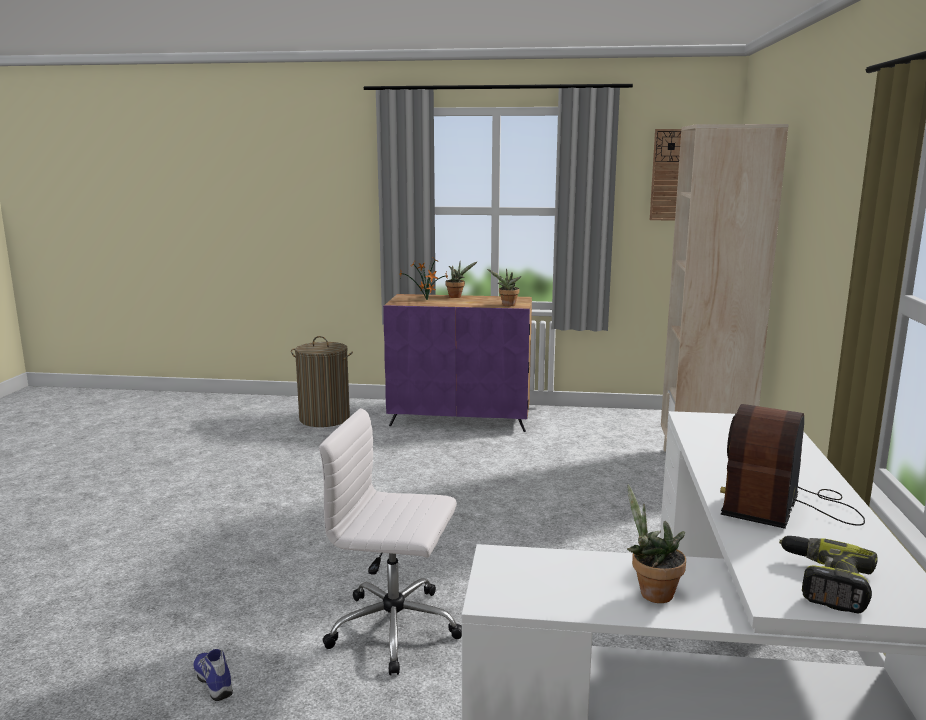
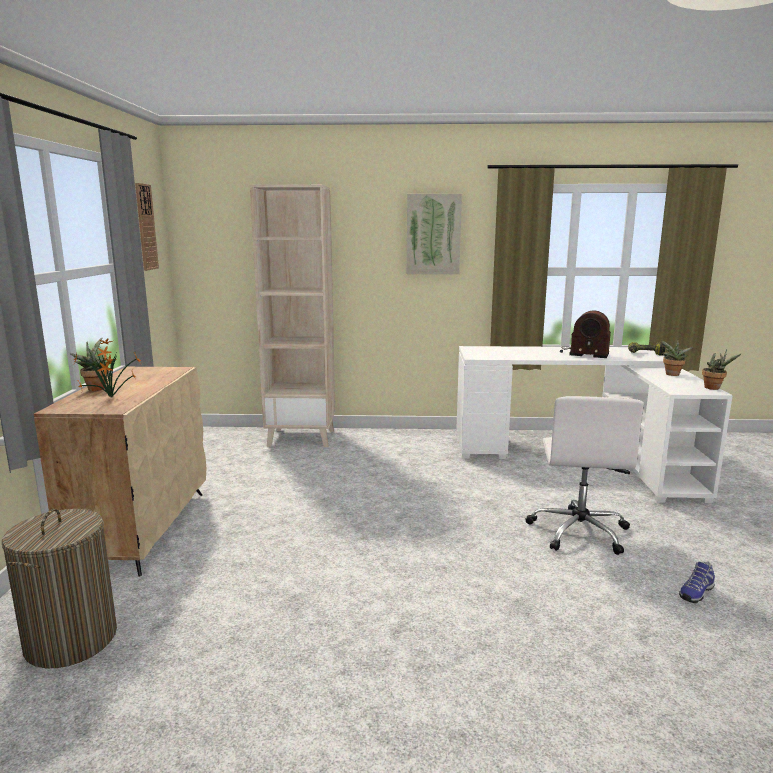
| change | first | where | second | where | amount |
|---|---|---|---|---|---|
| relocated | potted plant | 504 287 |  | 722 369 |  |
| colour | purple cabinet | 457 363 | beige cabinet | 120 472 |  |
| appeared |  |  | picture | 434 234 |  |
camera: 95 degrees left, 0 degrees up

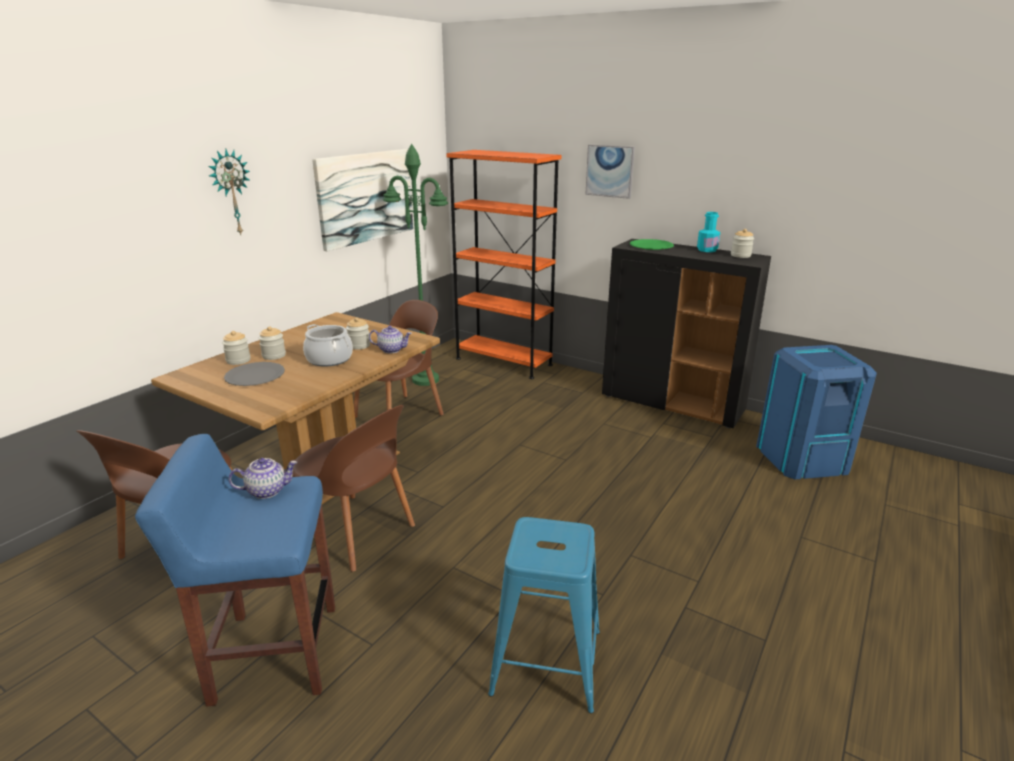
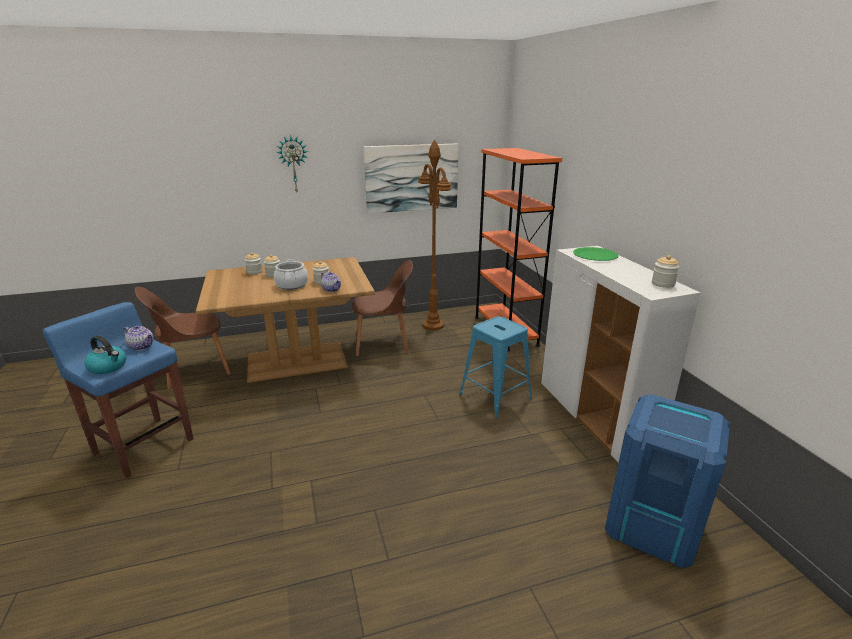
| change | first | where | second | where | amount |
|---|---|---|---|---|---|
| colour | green floor lamp | 415 265 | brown floor lamp | 435 235 |  |
| missing | picture | 610 172 |  |  |  |
| missing | turquoise bottle | 708 232 |  |  |  |
| colour | black cabinet | 686 334 | white cabinet | 621 354 |  |
| missing | grey plate | 254 374 |  |  |  |
| missing | brown chair | 353 488 |  |  |  |
| relocated | blue stool | 544 615 |  | 495 367 |  |
| appeared |  |  | kettle | 105 355 |  |
camera: 40 degrees right, 0 degrees up

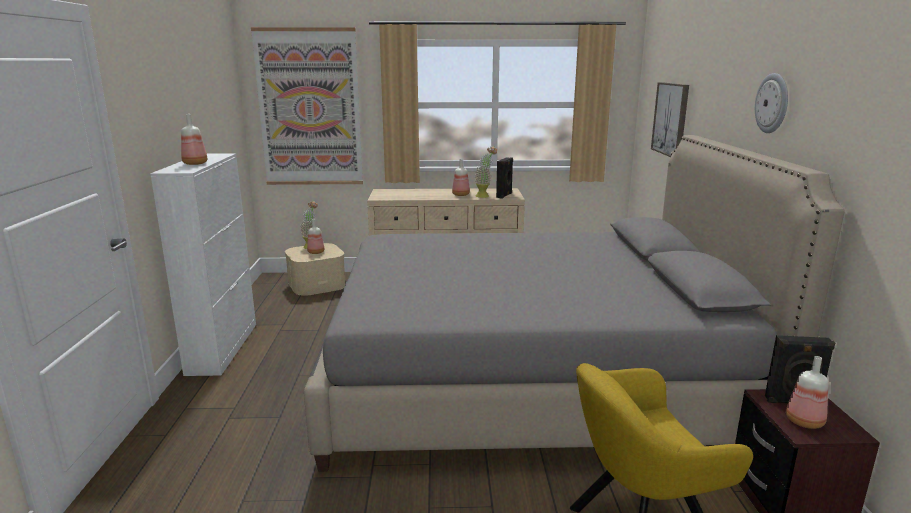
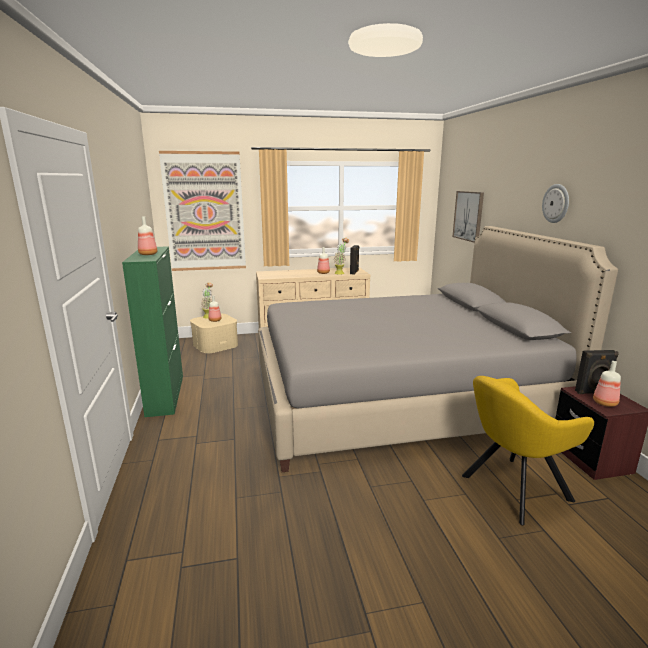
| change | first | where | second | where | amount |
|---|---|---|---|---|---|
| colour | white cabinet | 203 264 | green cabinet | 152 331 |  |
camera: 10 degrees left, 0 degrees up

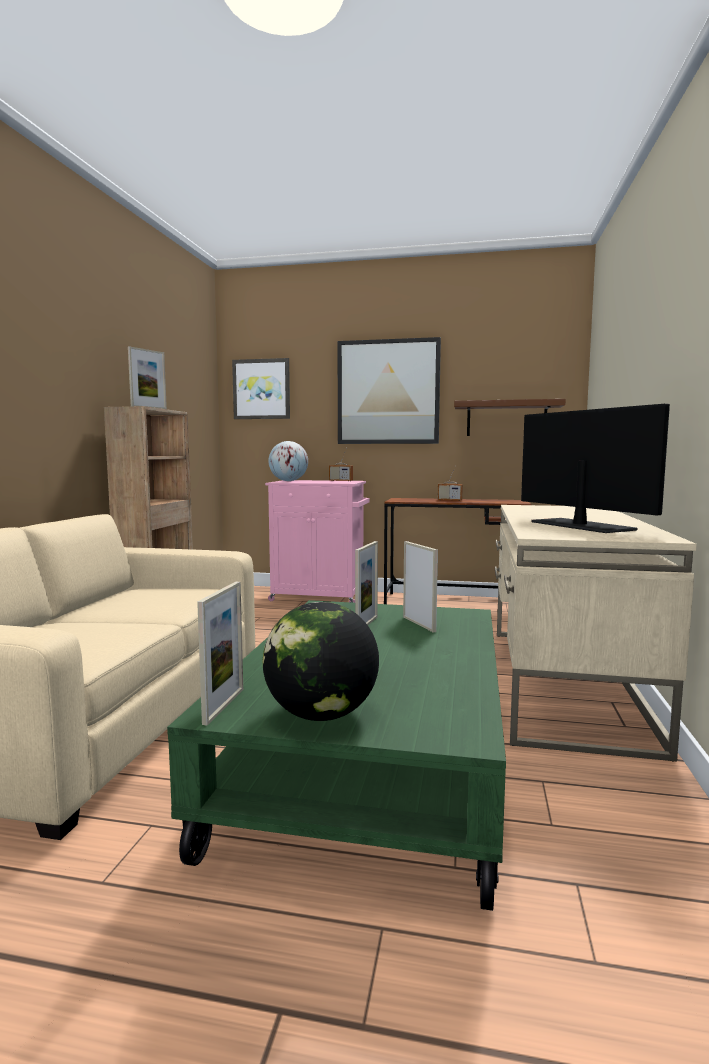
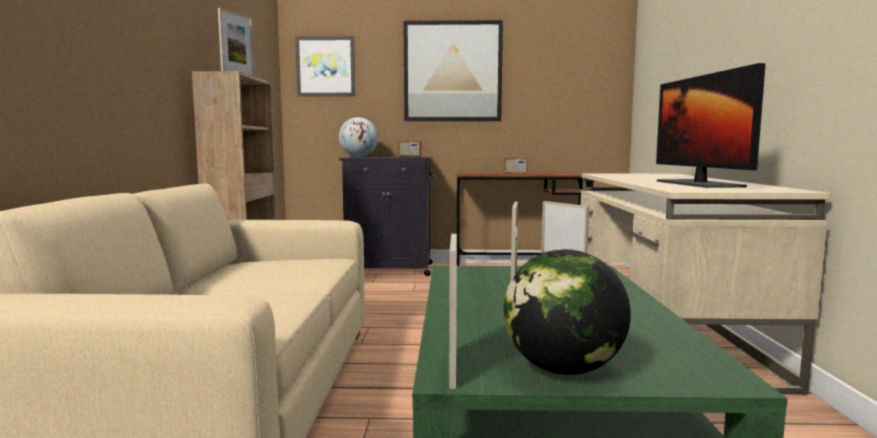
| change | first | where | second | where | amount |
|---|---|---|---|---|---|
| missing | brown shelf | 510 417 |  |  |  |
| spun | monitor | 595 468 |  | 711 125 | 150 degrees counterclockwise |
| colour | pink cabinet | 317 541 | black cabinet | 387 216 |  |
camera: 10 degrees left, 0 degrees up

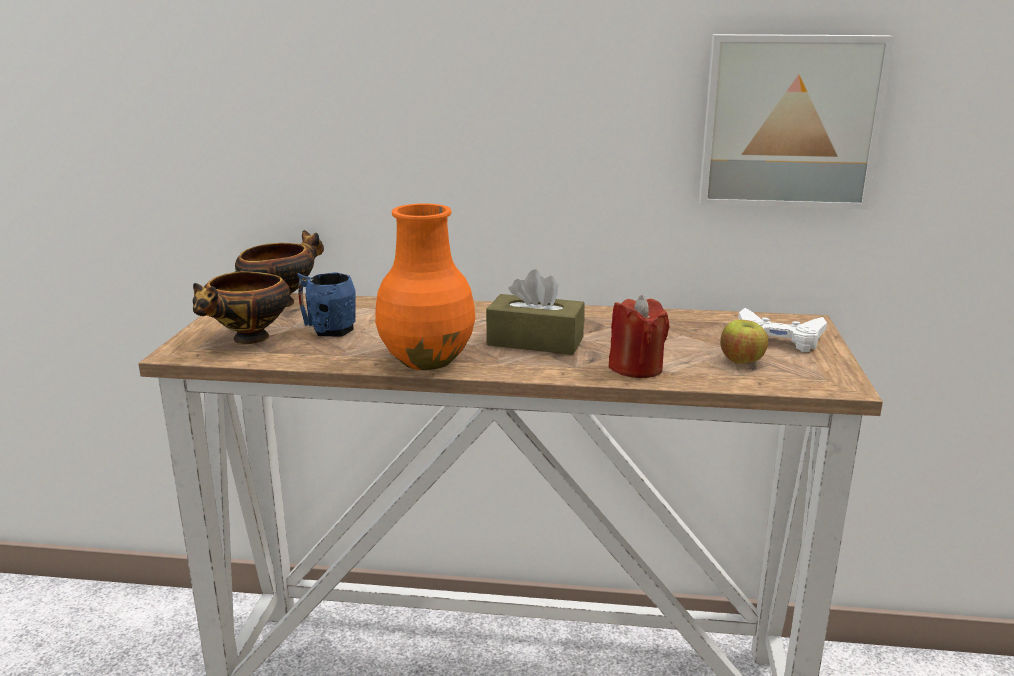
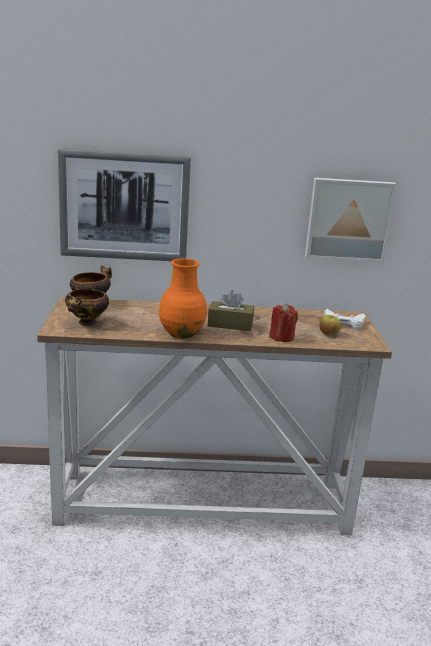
| change | first | where | second | where | amount |
|---|---|---|---|---|---|
| missing | blue mug | 326 304 |  |  |  |
| appeared |  |  | picture | 124 205 |  |
camera: 10 degrees left, 0 degrees up

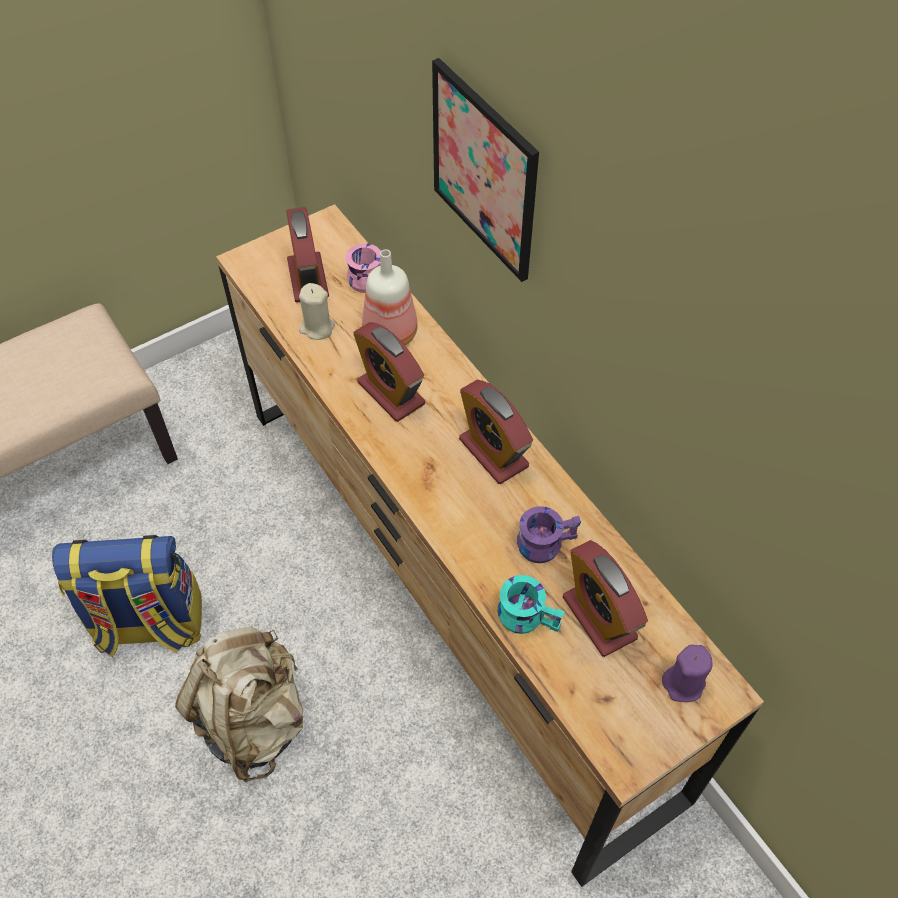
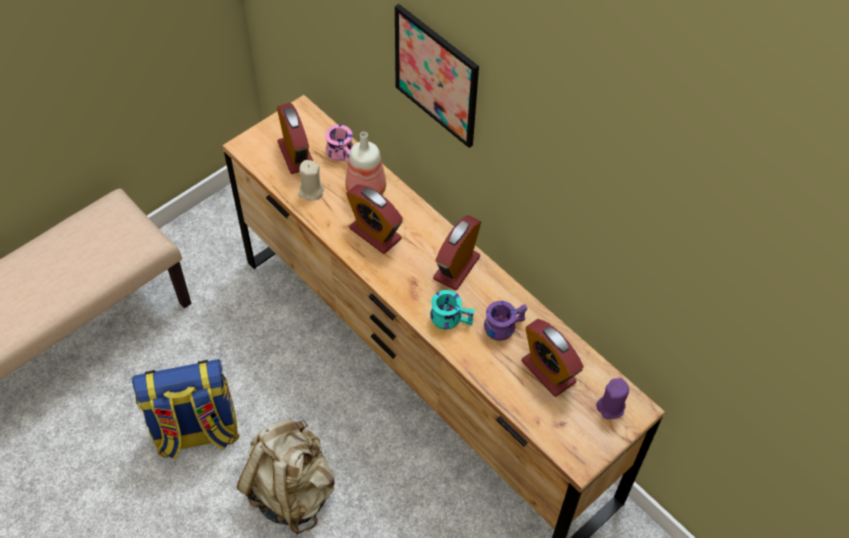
| change | first | where | second | where | amount |
|---|---|---|---|---|---|
| spun | alarm clock | 496 432 |  | 457 252 | 75 degrees clockwise |
| relocated | turquoise mug | 531 604 |  | 452 310 |  |
camera: 10 degrees left, 0 degrees up

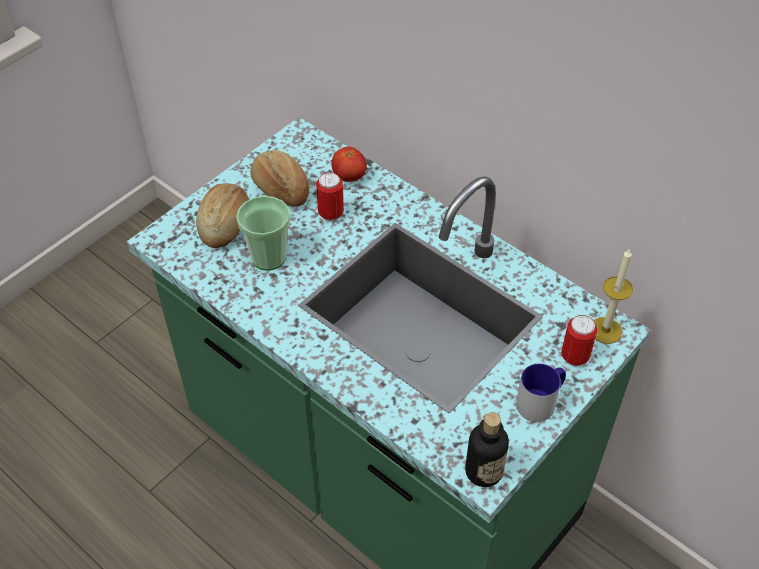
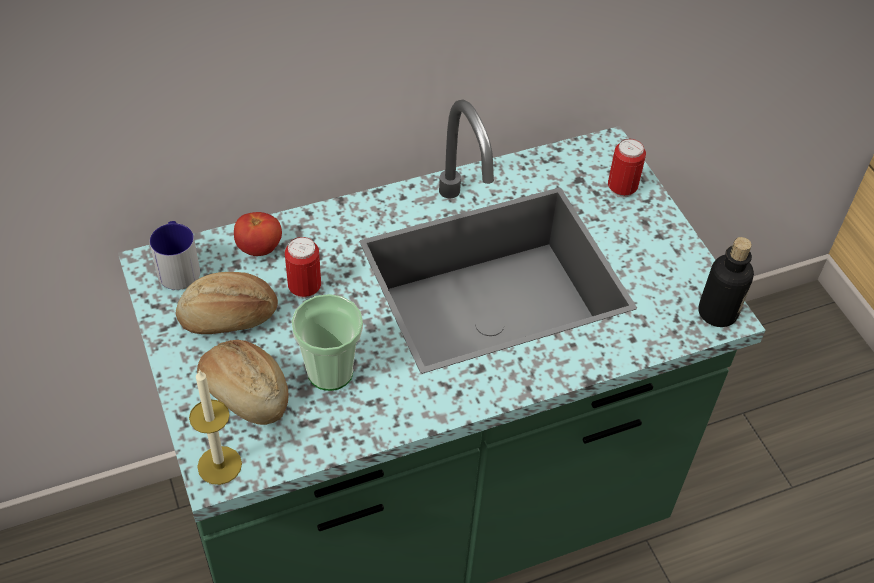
| change | first | where | second | where | amount |
|---|---|---|---|---|---|
| relocated | candle | 613 296 |  | 215 427 |  |
| relocated | mug | 541 393 |  | 175 255 |  |
camera: 65 degrees left, 0 degrees up

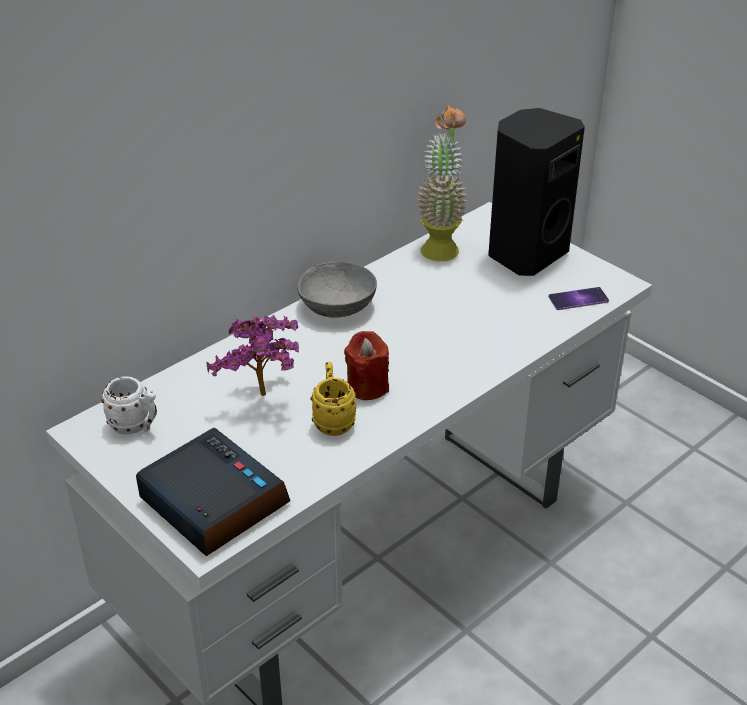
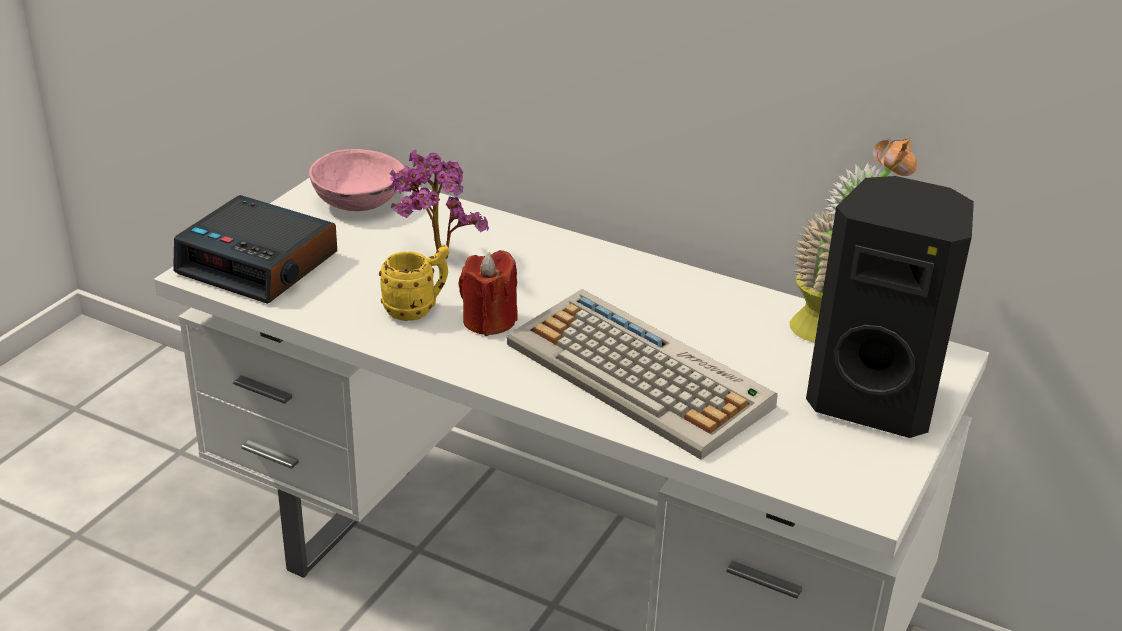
| change | first | where | second | where | amount |
|---|---|---|---|---|---|
| missing | grey bowl | 337 289 |  |  |  |
| missing | phone | 578 298 |  |  |  |
| exchanged | white mug | 129 405 | pink bowl | 356 180 |  |
| spun | alarm clock | 213 492 |  | 255 249 | 90 degrees clockwise |
| appeared |  |  | keyboard | 642 374 |  |
camera: 70 degrees right, 5 degrees down

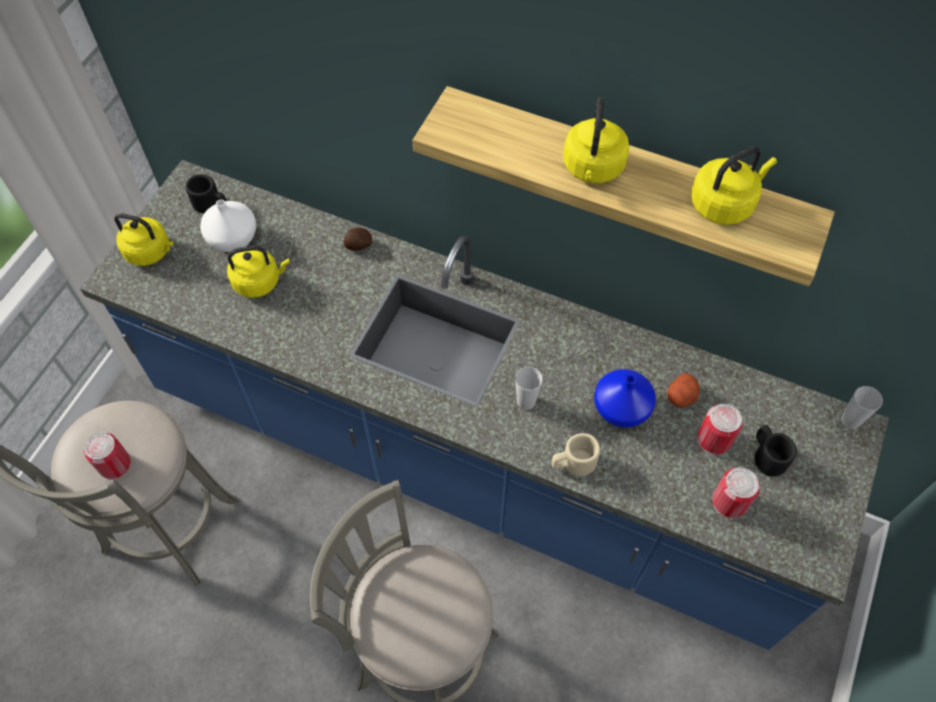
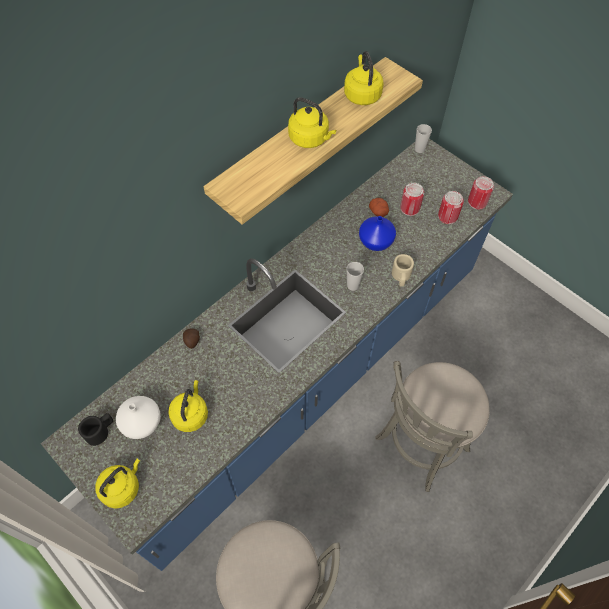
| change | first | where | second | where | amount |
|---|---|---|---|---|---|
| missing | black mug | 775 451 |  |  |  |
| relocated | can | 107 456 |  | 481 192 |  |
camera: 70 degrees left, 0 degrees up

